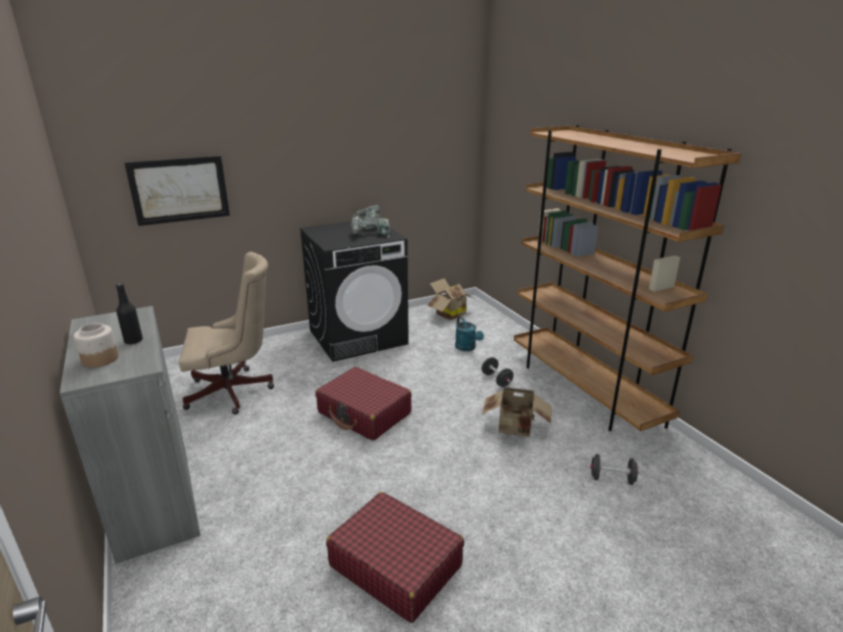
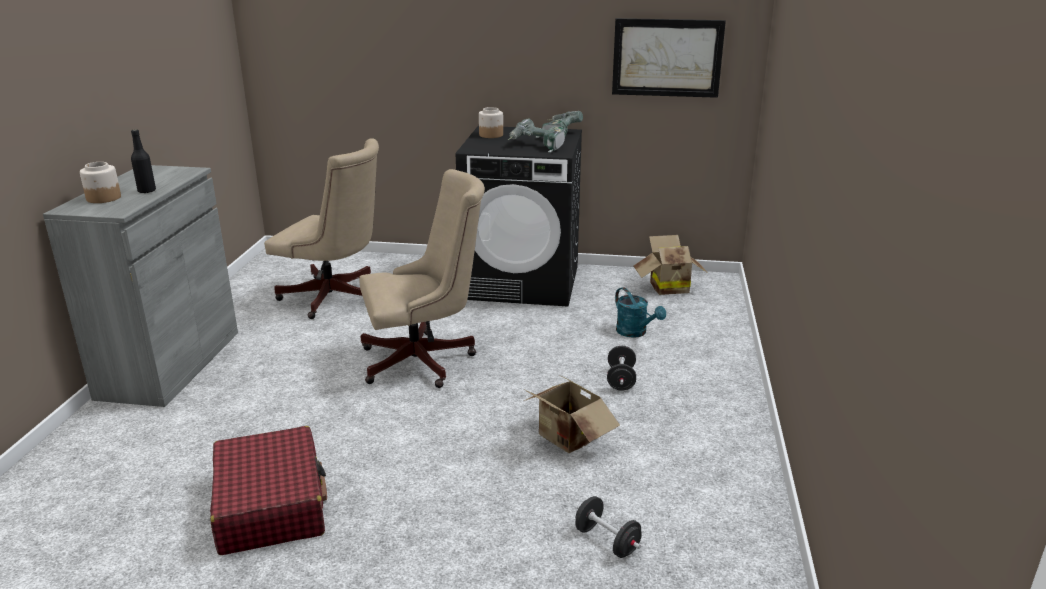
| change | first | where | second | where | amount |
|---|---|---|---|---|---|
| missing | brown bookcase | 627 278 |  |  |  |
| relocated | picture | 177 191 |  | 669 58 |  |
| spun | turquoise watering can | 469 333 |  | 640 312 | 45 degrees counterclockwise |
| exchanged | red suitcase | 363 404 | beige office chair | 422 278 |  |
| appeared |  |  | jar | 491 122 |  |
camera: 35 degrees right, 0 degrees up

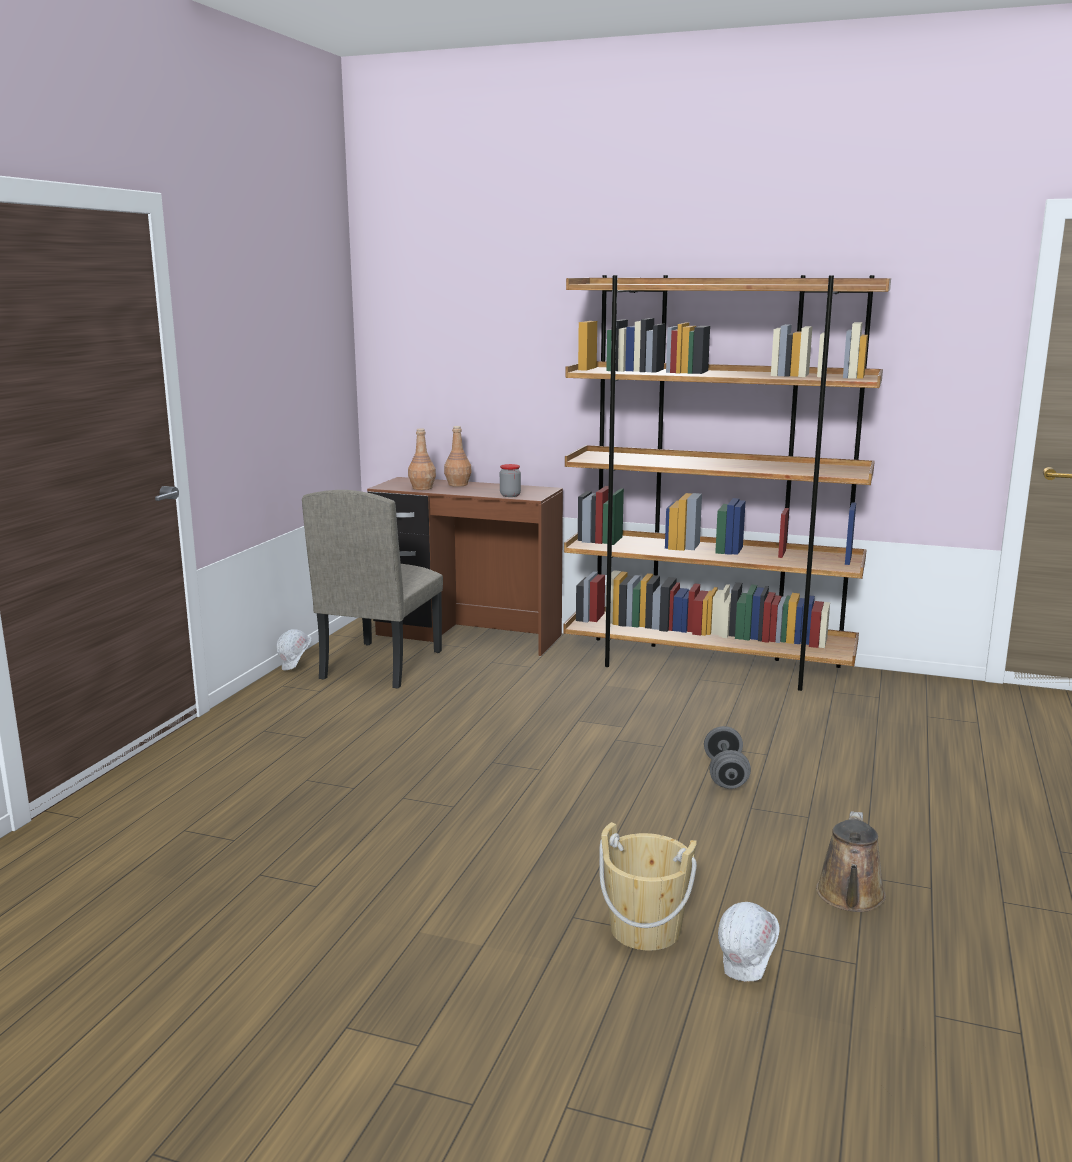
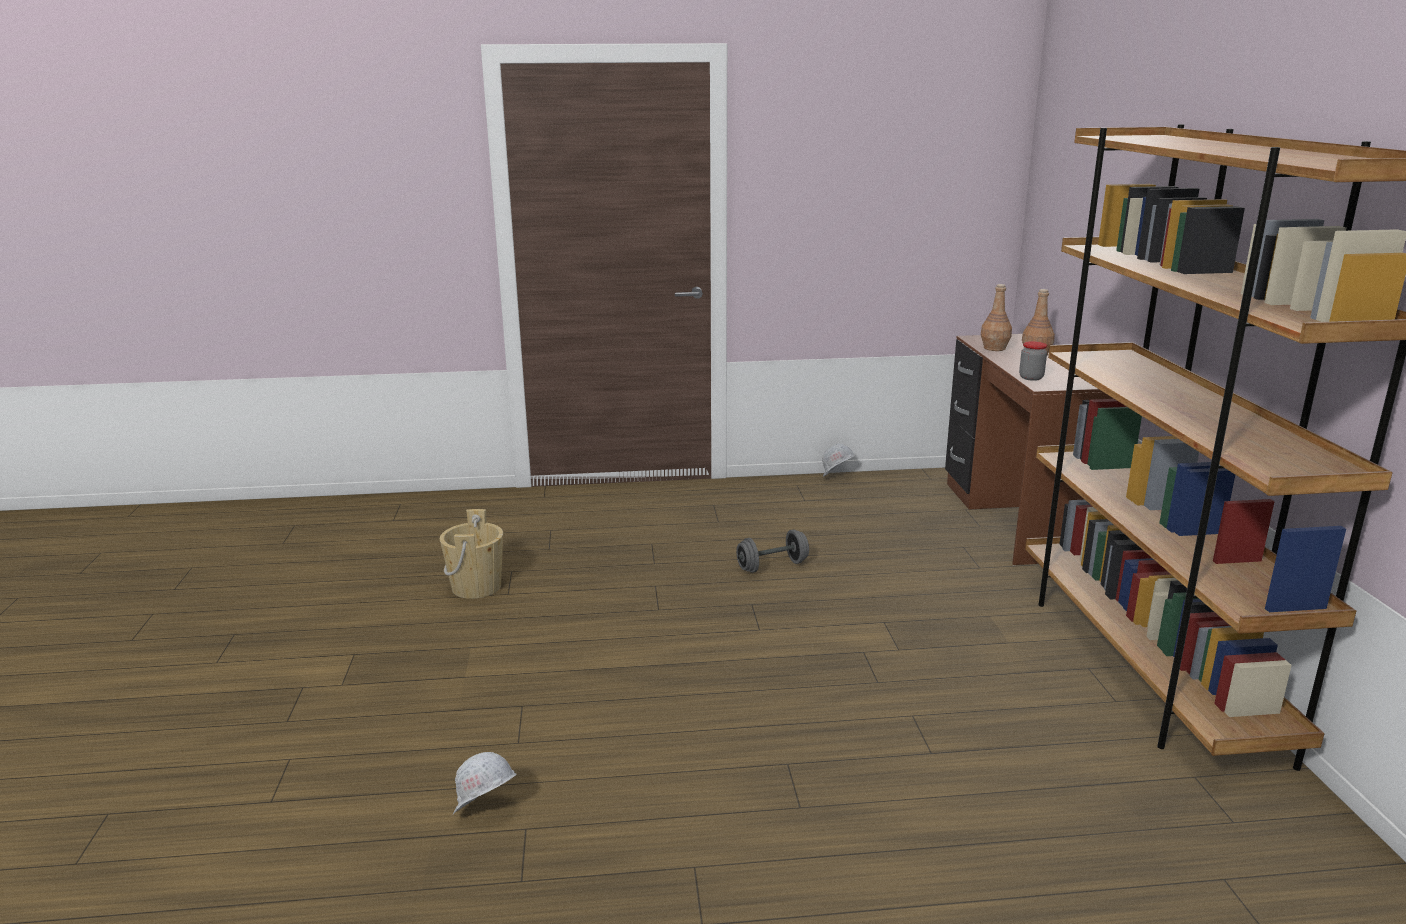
| change | first | where | second | where | amount |
|---|---|---|---|---|---|
| missing | beige chair | 372 589 |  |  |  |
| relocated | grey dumbbell | 727 757 |  | 772 551 |  |
| missing | brown watering can | 851 861 |  |  |  |
| relocated | beige bucket | 648 886 |  | 471 554 |  |
camera: 65 degrees right, 5 degrees up

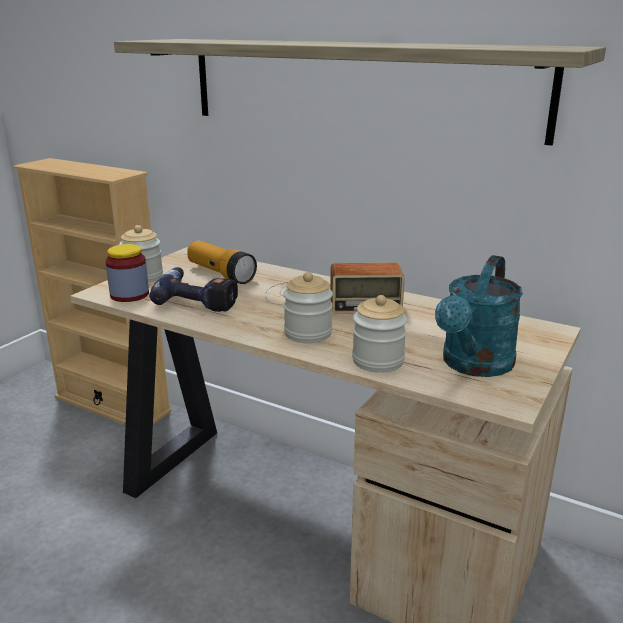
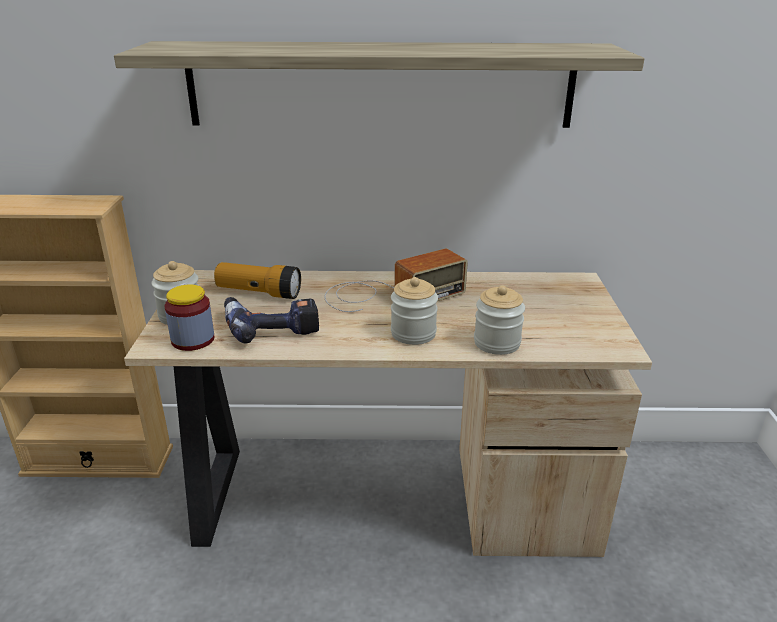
| change | first | where | second | where | amount |
|---|---|---|---|---|---|
| missing | turquoise watering can | 479 316 |  |  |  |
camera: 30 degrees left, 5 degrees up

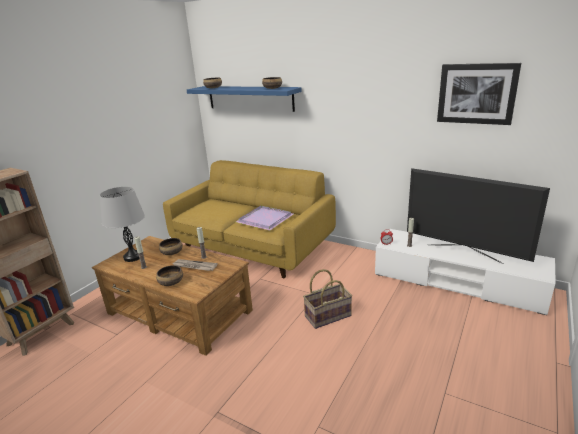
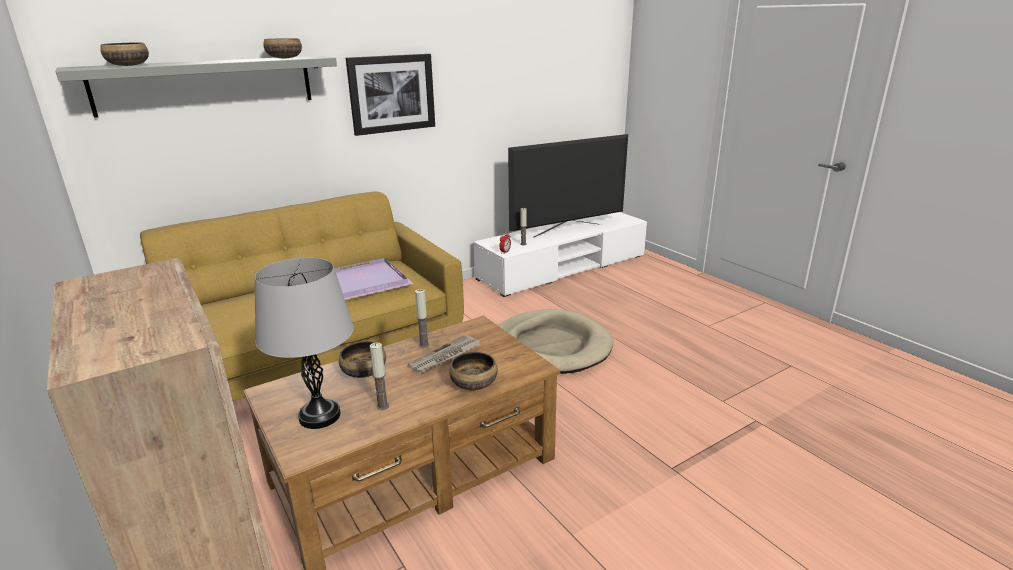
| change | first | where | second | where | amount |
|---|---|---|---|---|---|
| relocated | picture | 479 94 |  | 390 95 |  |
| colour | blue shelf | 244 99 | grey shelf | 196 87 |  |
| exchanged | basket | 327 299 | beige dog bed | 555 341 |  |
camera: 65 degrees left, 0 degrees up

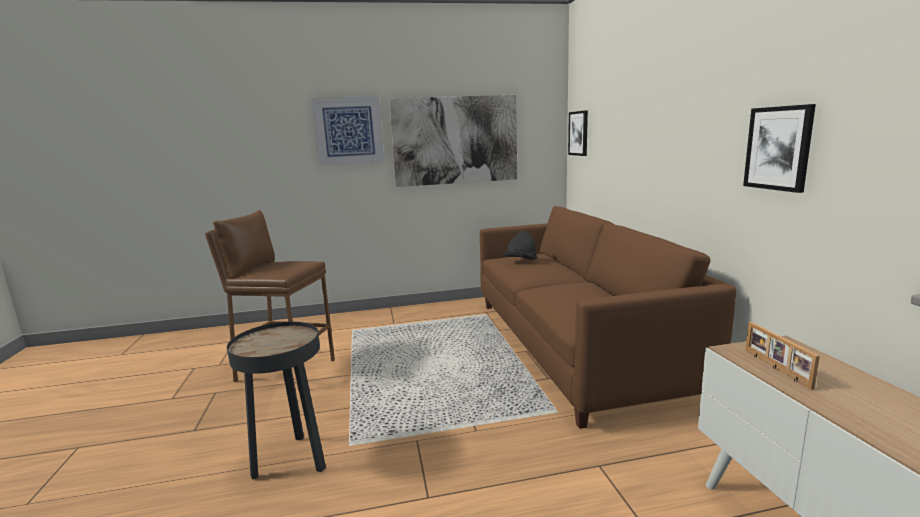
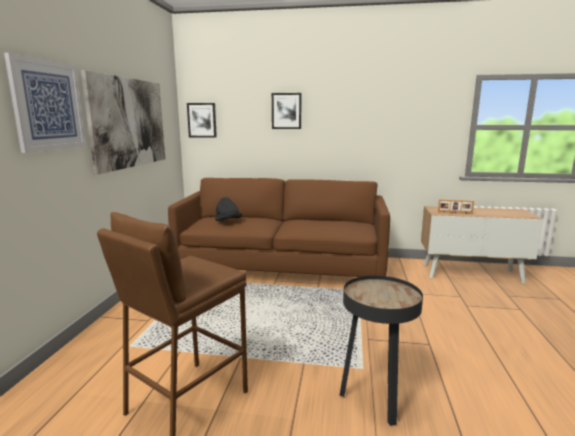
| change | first | where | second | where | amount |
|---|---|---|---|---|---|
| relocated | picture | 779 148 |  | 287 111 |  |
camera: 70 degrees left, 0 degrees up

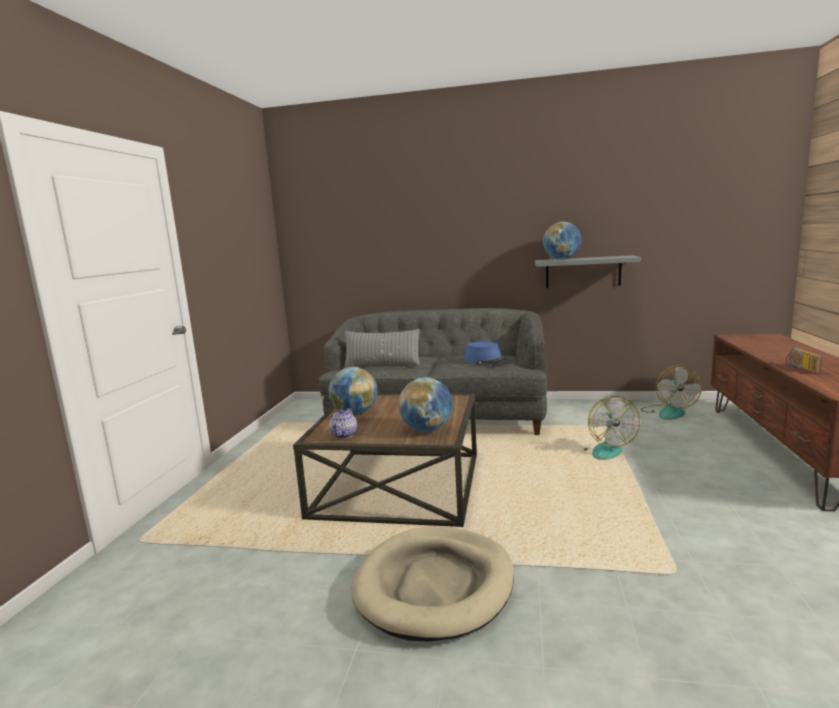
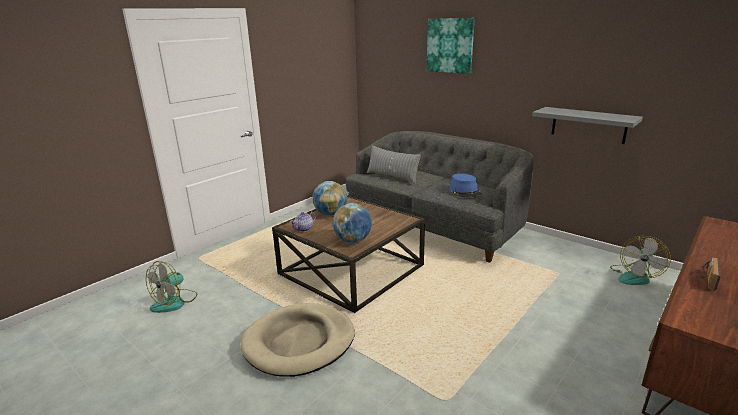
| change | first | where | second | where | amount |
|---|---|---|---|---|---|
| missing | globe | 562 241 |  |  |  |
| relocated | fan | 612 428 |  | 171 287 |  |
| appeared |  |  | picture | 451 46 |  |
camera: 30 degrees right, 10 degrees up

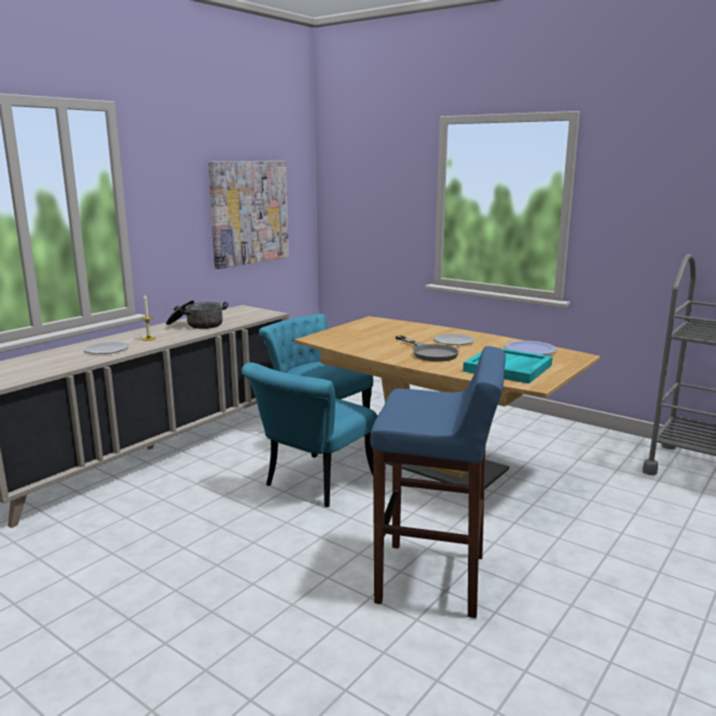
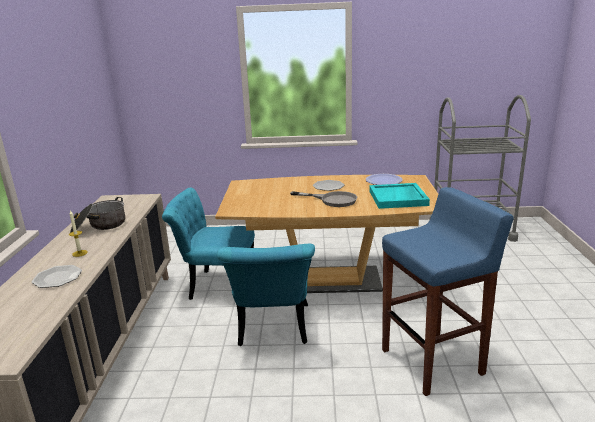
| change | first | where | second | where | amount |
|---|---|---|---|---|---|
| missing | picture | 248 215 |  |  |  |
camera: 35 degrees left, 5 degrees up

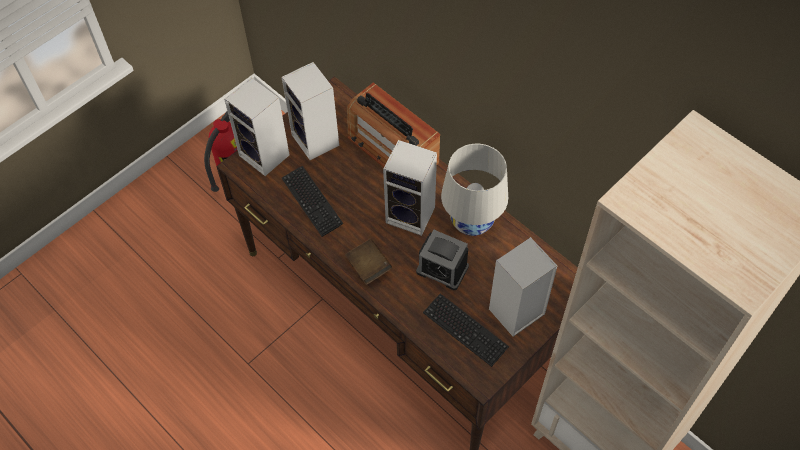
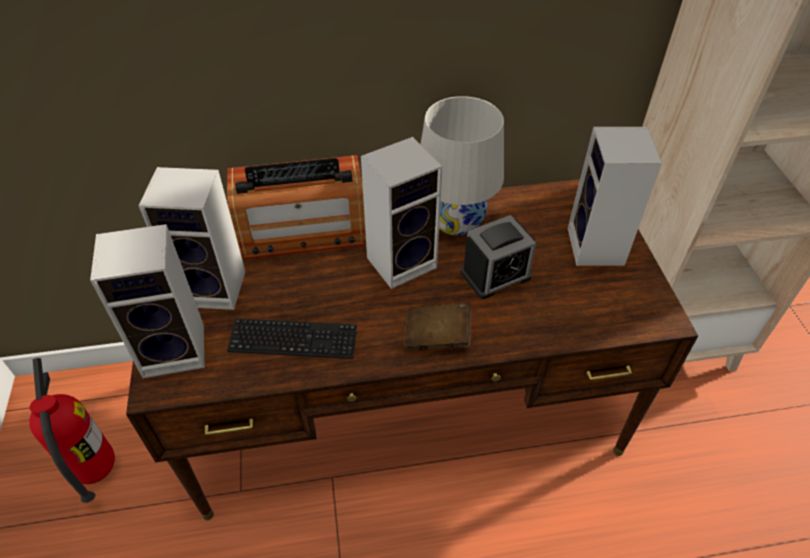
| change | first | where | second | where | amount |
|---|---|---|---|---|---|
| missing | keyboard | 466 330 |  |  |  |
camera: 55 degrees left, 10 degrees down

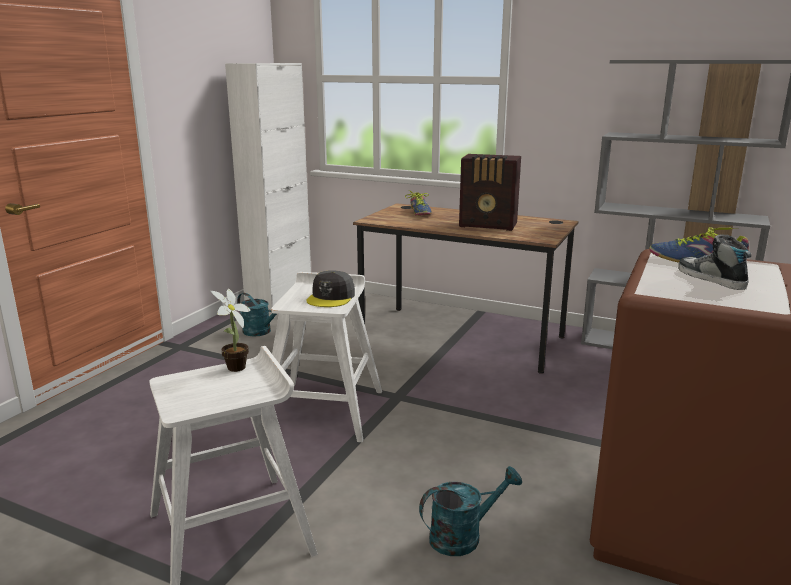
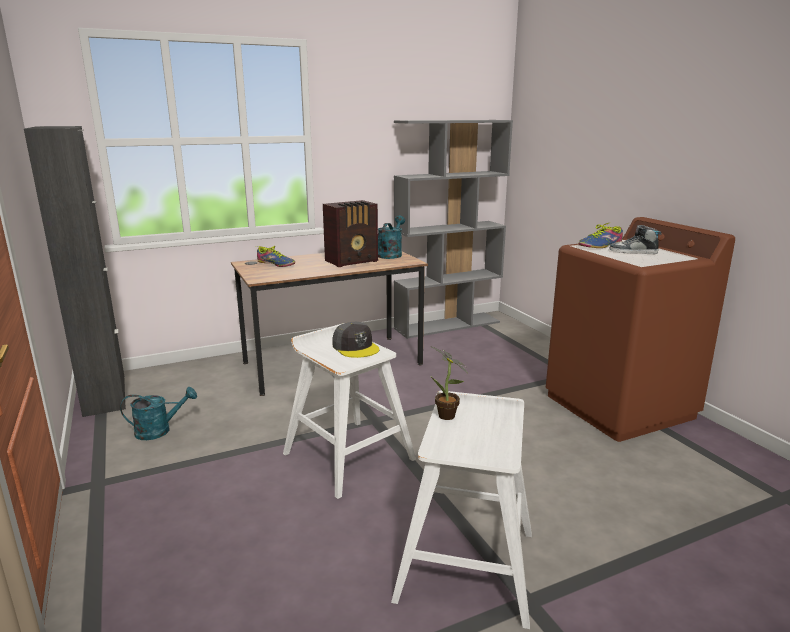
| change | first | where | second | where | amount |
|---|---|---|---|---|---|
| colour | white cabinet | 268 186 | black cabinet | 75 271 |  |
| relocated | turquoise watering can | 470 511 |  | 391 237 |  |
camera: 50 degrees left, 0 degrees up

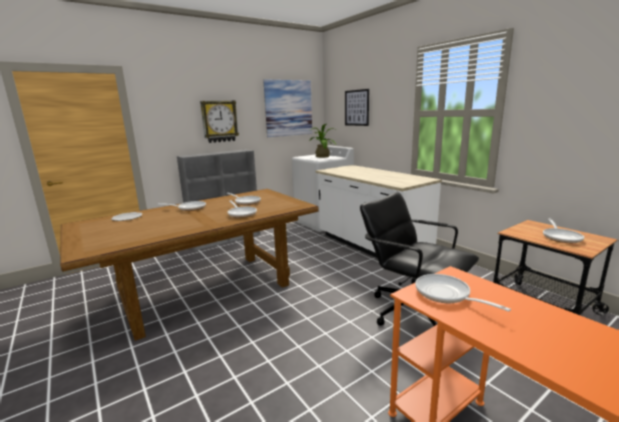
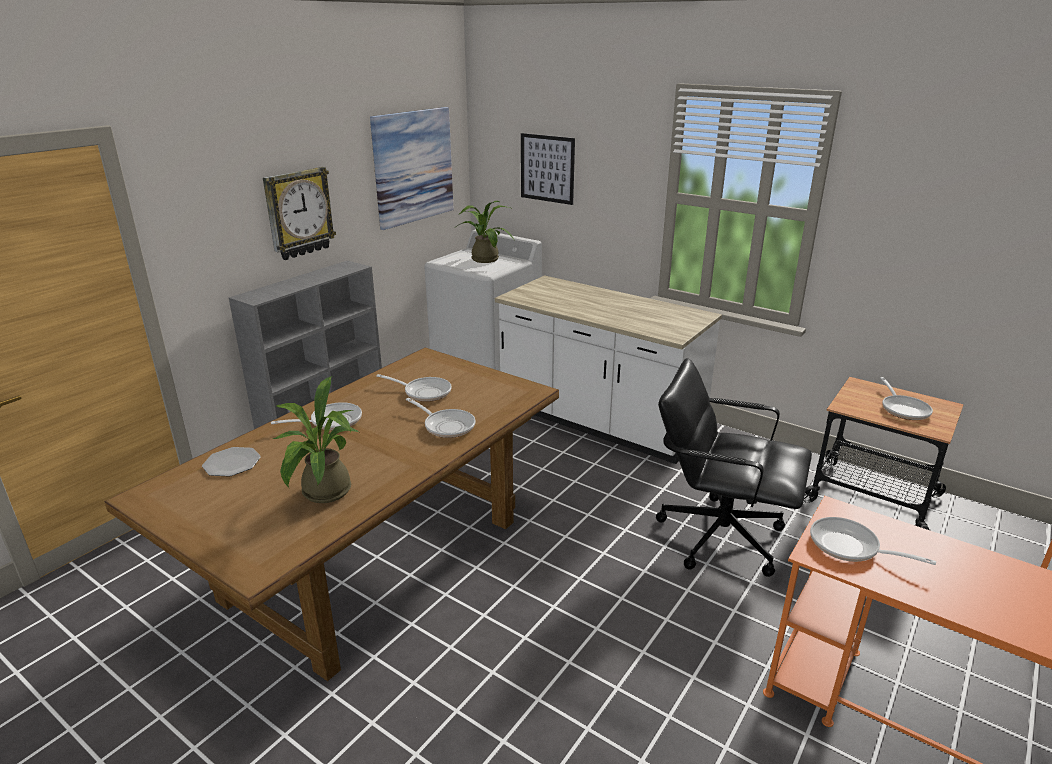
| change | first | where | second | where | amount |
|---|---|---|---|---|---|
| appeared |  |  | potted plant | 316 439 |  |
camera: 20 degrees left, 10 degrees up

